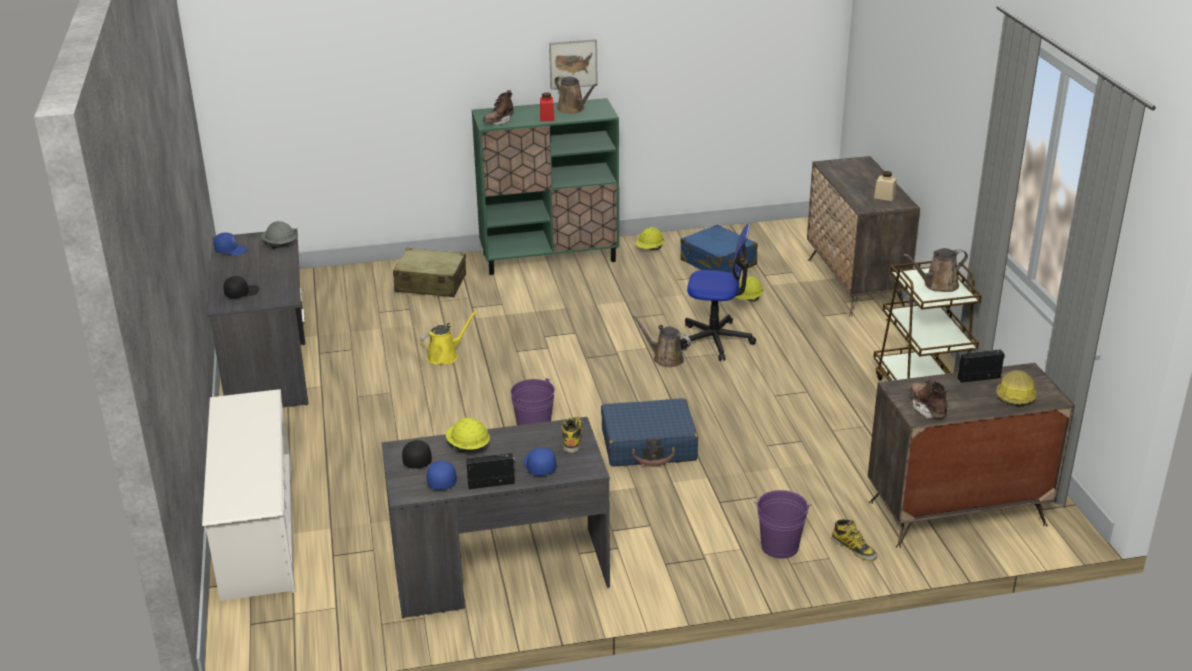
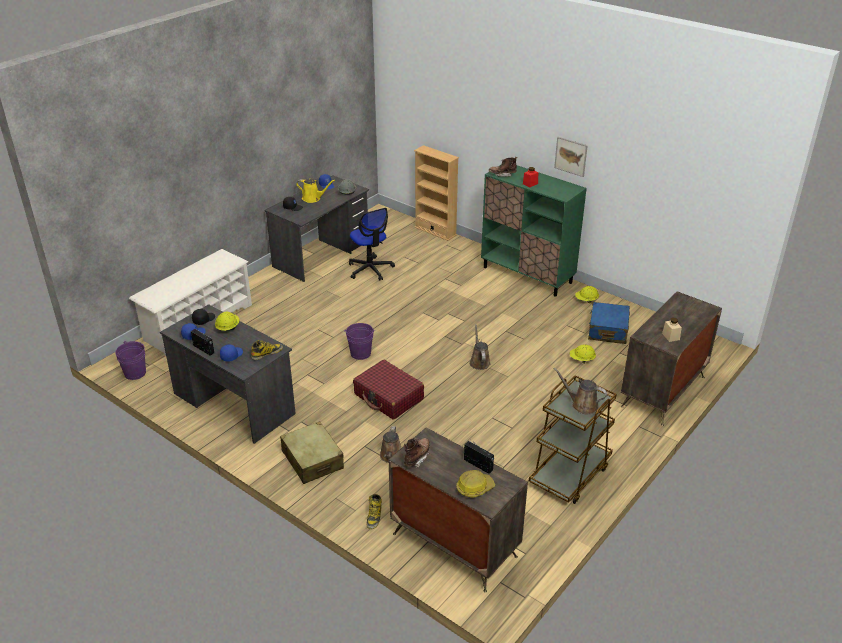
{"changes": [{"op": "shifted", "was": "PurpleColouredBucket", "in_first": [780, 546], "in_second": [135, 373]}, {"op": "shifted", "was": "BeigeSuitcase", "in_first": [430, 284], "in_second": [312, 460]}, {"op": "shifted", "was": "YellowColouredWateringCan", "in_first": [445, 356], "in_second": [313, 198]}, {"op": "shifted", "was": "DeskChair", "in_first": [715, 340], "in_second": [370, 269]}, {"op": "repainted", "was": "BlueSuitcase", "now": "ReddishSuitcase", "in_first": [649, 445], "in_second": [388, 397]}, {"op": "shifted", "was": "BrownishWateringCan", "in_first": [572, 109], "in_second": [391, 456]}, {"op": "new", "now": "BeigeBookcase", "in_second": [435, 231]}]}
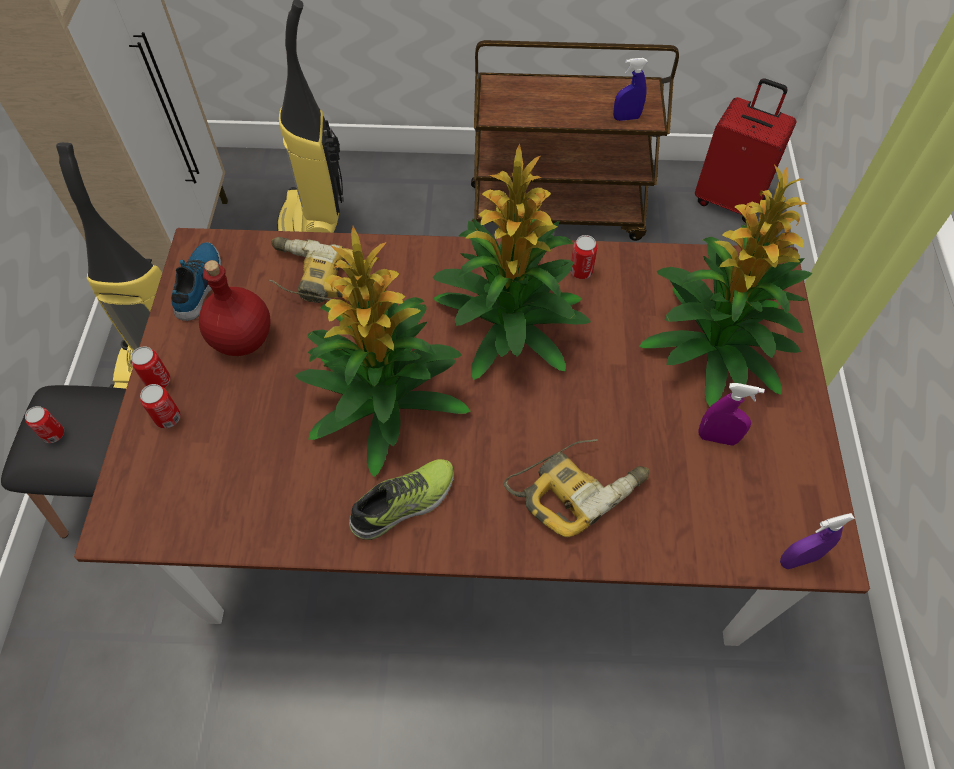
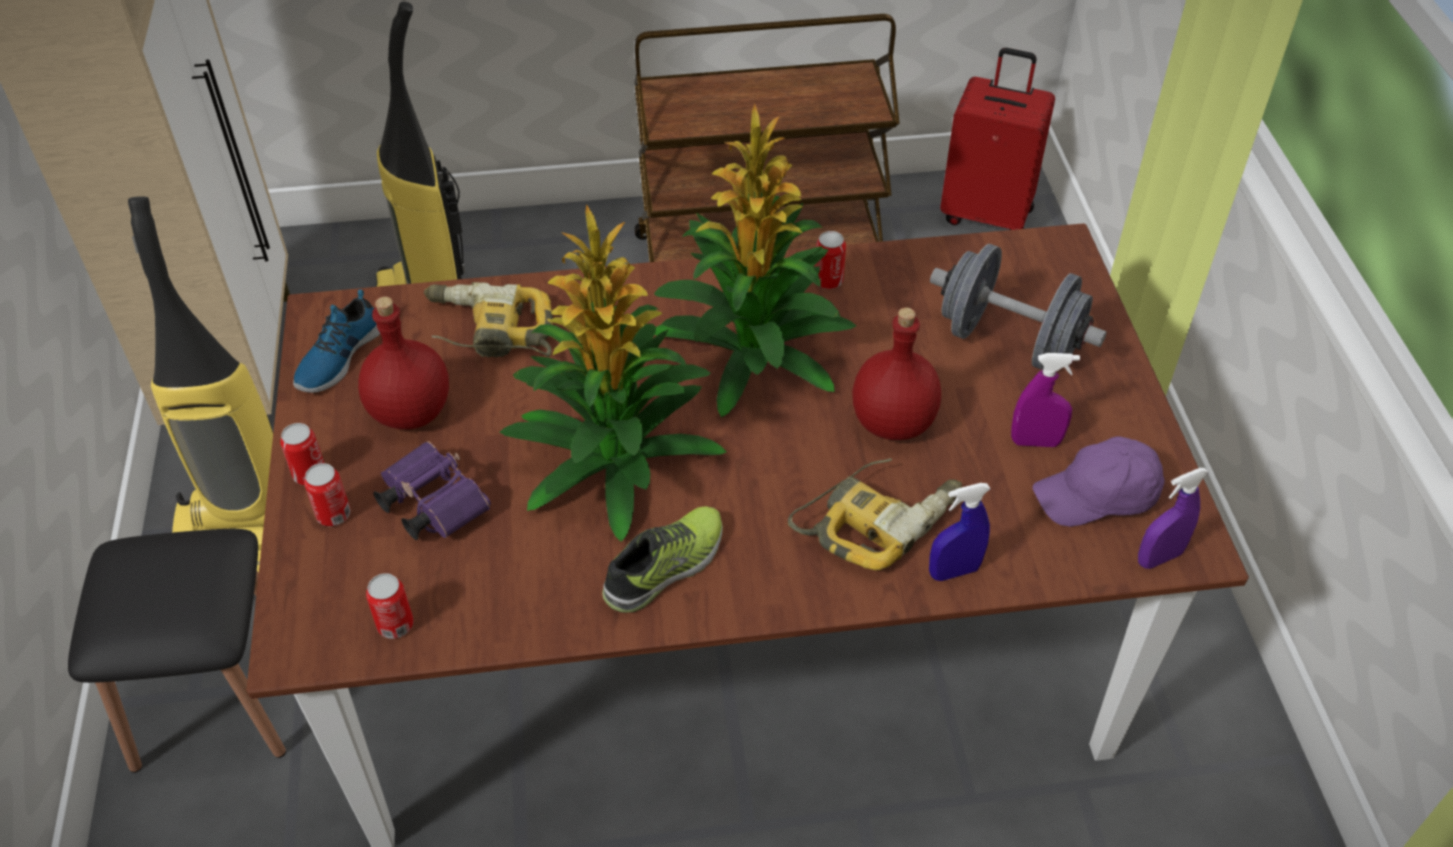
{"changes": [{"op": "rotated", "was": "ItemOfFootwear", "in_first": [200, 285], "in_second": [337, 356], "clockwise": -150}, {"op": "shifted", "was": "MetalCan", "in_first": [53, 434], "in_second": [395, 625]}, {"op": "new", "now": "PurpleColouredPairOfBinoculars", "in_second": [431, 503]}, {"op": "new", "now": "ReddishBeverageBottle", "in_second": [891, 421]}, {"op": "shifted", "was": "BlueSprayer", "in_first": [626, 118], "in_second": [954, 571]}, {"op": "swapped", "was": "PlantInAPot", "now": "GreyHandWeight", "in_first": [713, 344], "in_second": [1009, 341]}, {"op": "new", "now": "PurpleColouredPeakedCap", "in_second": [1098, 496]}]}
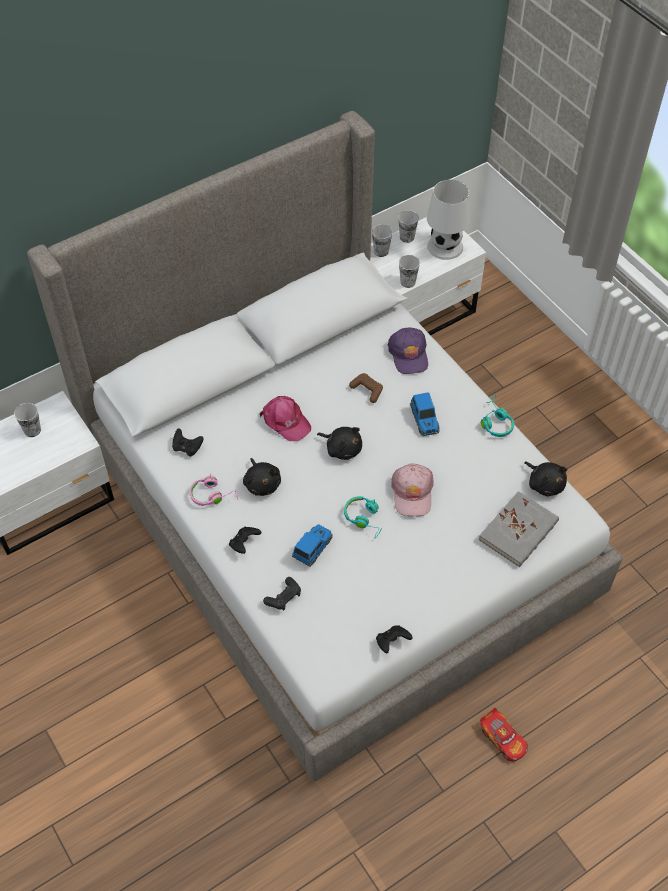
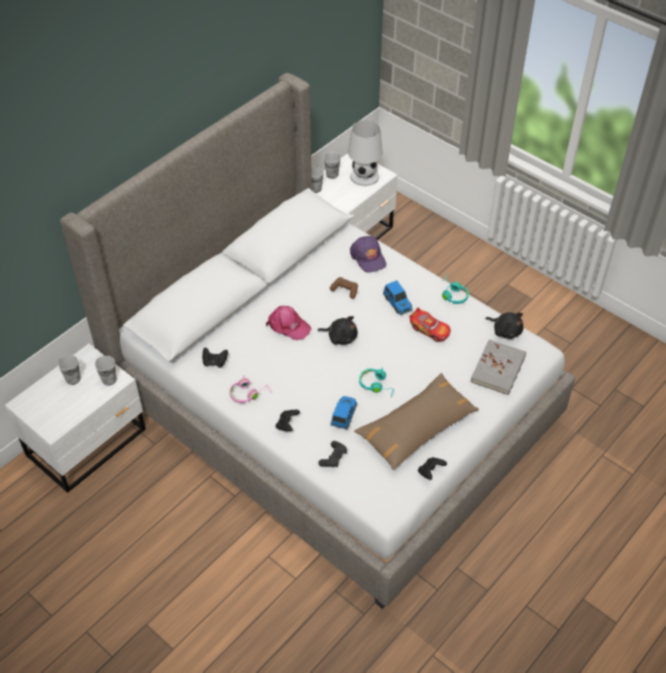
{"changes": [{"op": "shifted", "was": "SmallCup", "in_first": [407, 282], "in_second": [109, 380]}, {"op": "new", "now": "BrownishPillow", "in_second": [417, 428]}, {"op": "shifted", "was": "MiniatureCar", "in_first": [503, 739], "in_second": [430, 329]}, {"op": "gone", "was": "BlackPlushToy", "in_first": [262, 483]}, {"op": "gone", "was": "PinkPeakedCap", "in_first": [412, 493]}]}
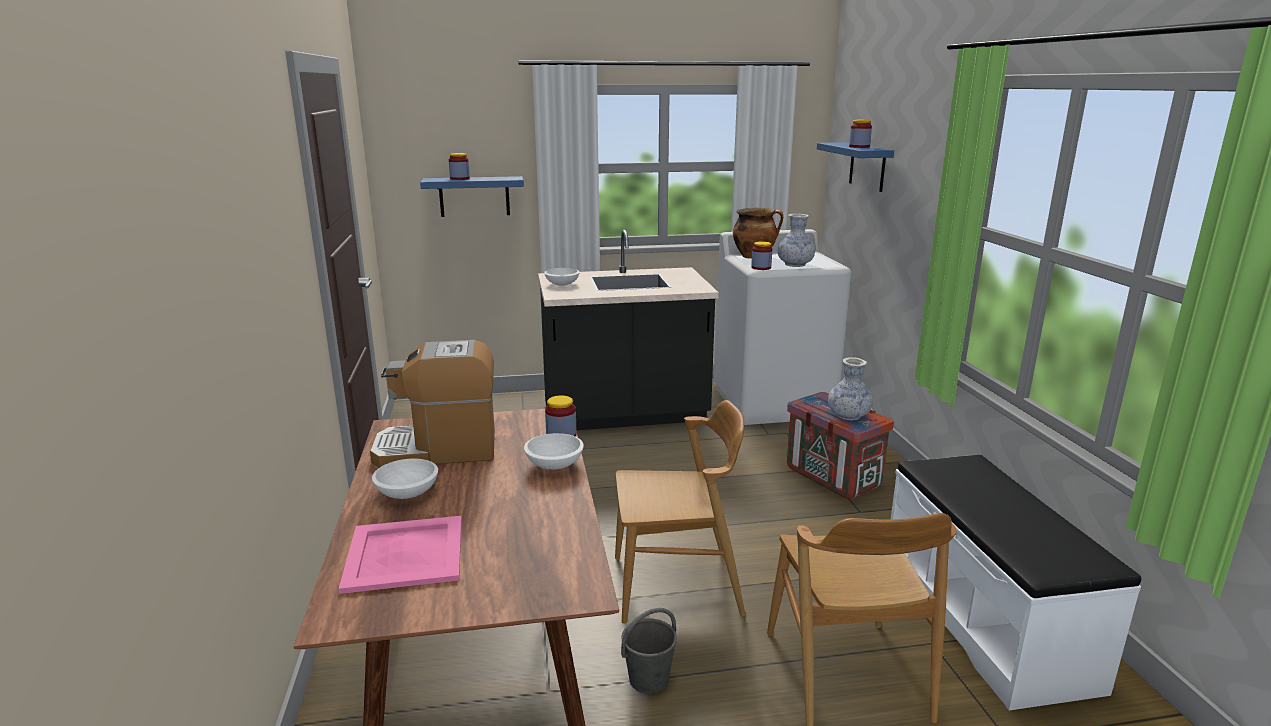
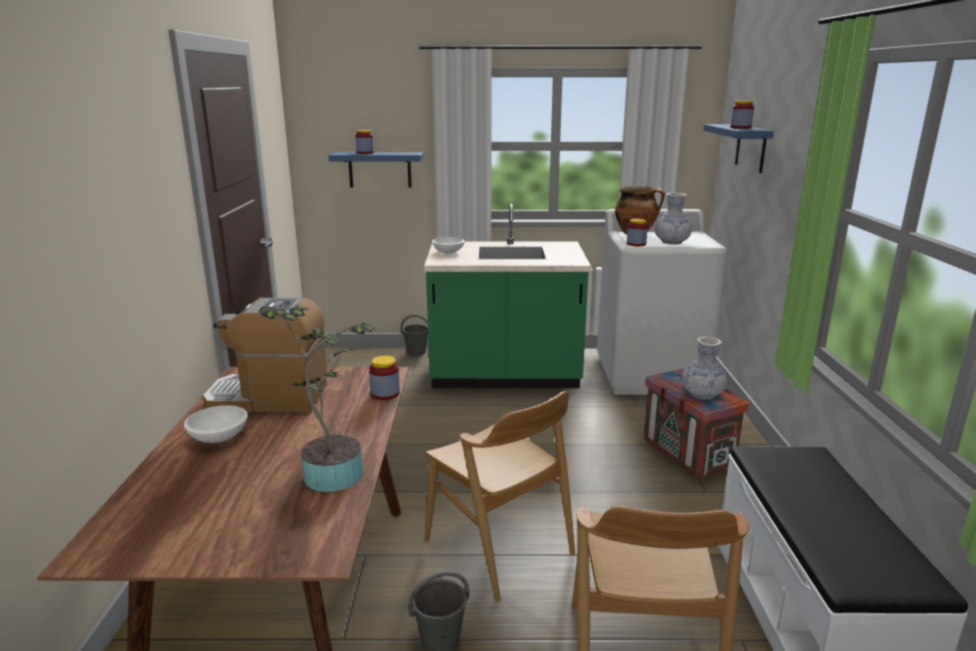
{"changes": [{"op": "new", "now": "PlantInAPot", "in_second": [332, 471]}, {"op": "new", "now": "GreyBucket", "in_second": [416, 352]}, {"op": "repainted", "was": "BlackCounter", "now": "GreenCounter", "in_first": [624, 414], "in_second": [505, 375]}, {"op": "rotated", "was": "BrownishChair", "in_first": [677, 586], "in_second": [499, 547], "clockwise": 45}, {"op": "gone", "was": "PinkCarryingTray", "in_first": [406, 554]}, {"op": "gone", "was": "WhitishServingBowl", "in_first": [555, 465]}]}
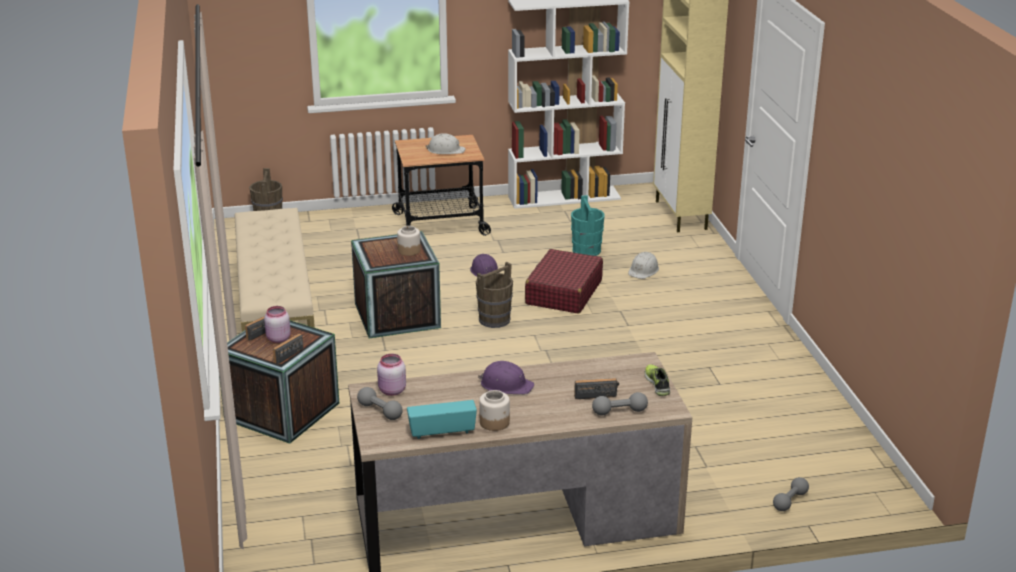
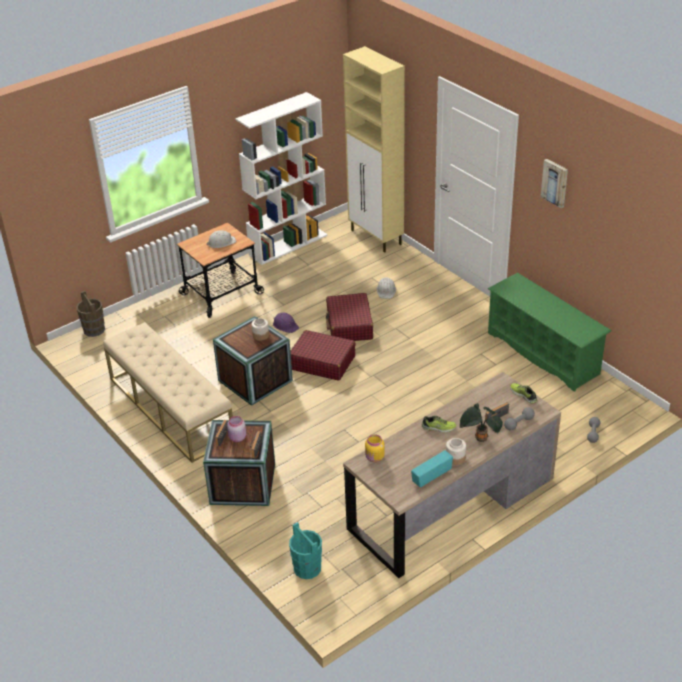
{"changes": [{"op": "shifted", "was": "TurquoiseColouredBucket", "in_first": [586, 251], "in_second": [307, 568]}, {"op": "swapped", "was": "BrownishBucket", "now": "ReddishSuitcase", "in_first": [494, 320], "in_second": [322, 362]}, {"op": "repainted", "was": "PinkStorageJar", "now": "YellowColouredStorageJar", "in_first": [391, 391], "in_second": [374, 458]}, {"op": "swapped", "was": "PurpleColouredHardHat", "now": "ItemOfFootwear", "in_first": [506, 385], "in_second": [438, 428]}, {"op": "new", "now": "PlantInAPot", "in_second": [479, 439]}, {"op": "new", "now": "GreenShoeStand", "in_second": [543, 353]}, {"op": "new", "now": "WallArt", "in_second": [555, 182]}, {"op": "gone", "was": "GreyHandWeight", "in_first": [380, 411]}]}
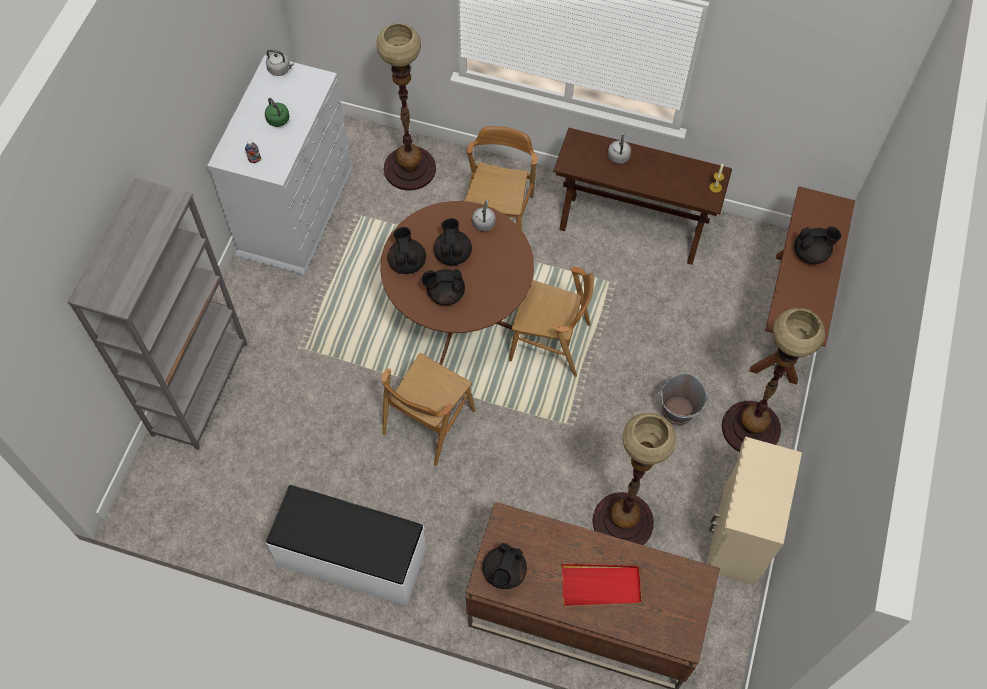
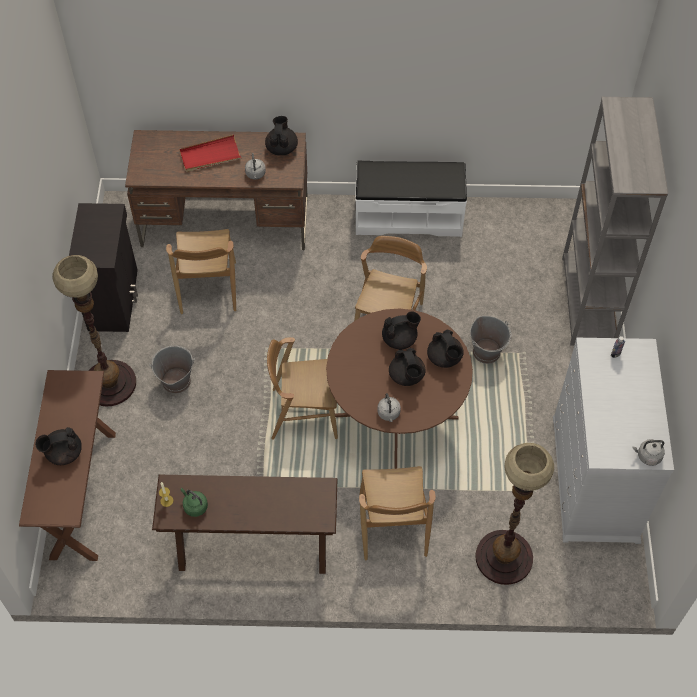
{"changes": [{"op": "repainted", "was": "BeigeCupboard", "now": "BlackCupboard", "in_first": [737, 535], "in_second": [114, 299]}, {"op": "swapped", "was": "StandingLamp", "now": "BrownishChair", "in_first": [623, 521], "in_second": [208, 288]}, {"op": "shifted", "was": "GreenTeaKettle", "in_first": [279, 121], "in_second": [194, 506]}, {"op": "shifted", "was": "GreyTeaKettle", "in_first": [618, 155], "in_second": [255, 174]}, {"op": "new", "now": "GreyBucket", "in_second": [487, 352]}]}
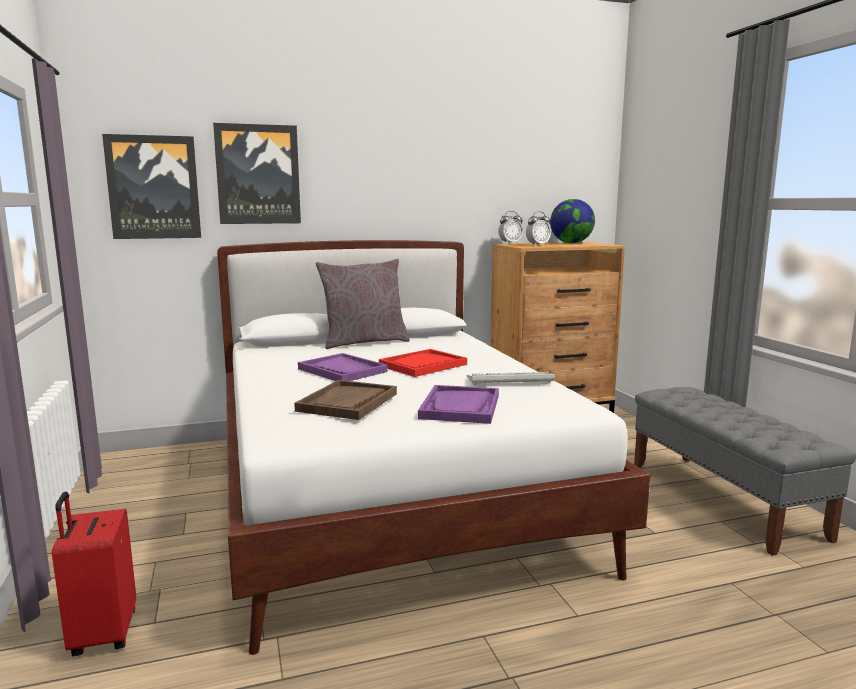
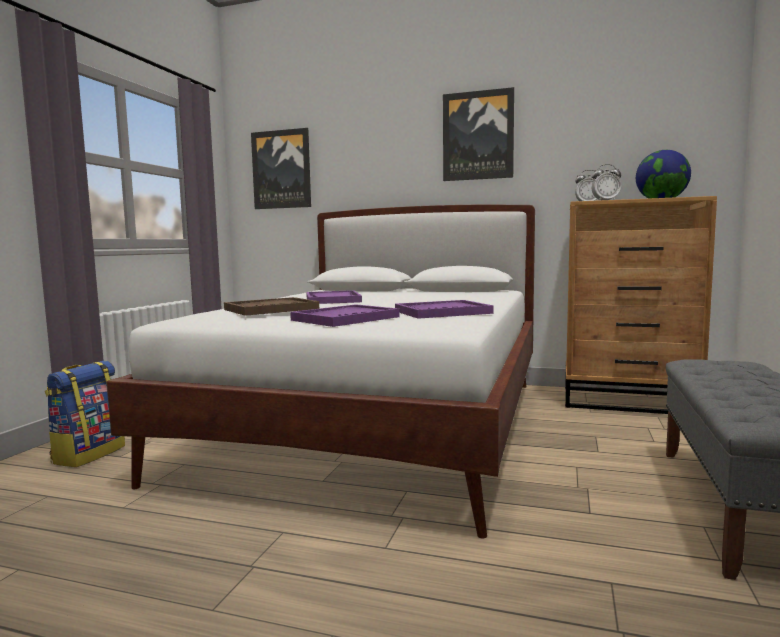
{"changes": [{"op": "swapped", "was": "ReddishSuitcase", "now": "Rucksack", "in_first": [102, 635], "in_second": [88, 454]}, {"op": "swapped", "was": "Keyboard", "now": "PurpleColouredCarryingTray", "in_first": [508, 381], "in_second": [442, 312]}, {"op": "shifted", "was": "WallArt", "in_first": [258, 174], "in_second": [478, 136]}, {"op": "gone", "was": "GreyPillow", "in_first": [364, 342]}, {"op": "gone", "was": "ReddishCarryingTray", "in_first": [423, 365]}]}
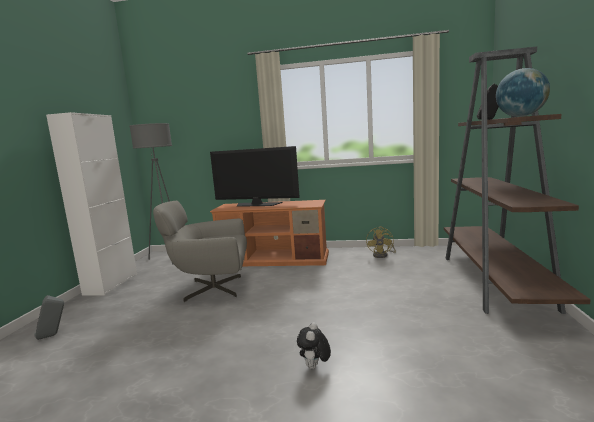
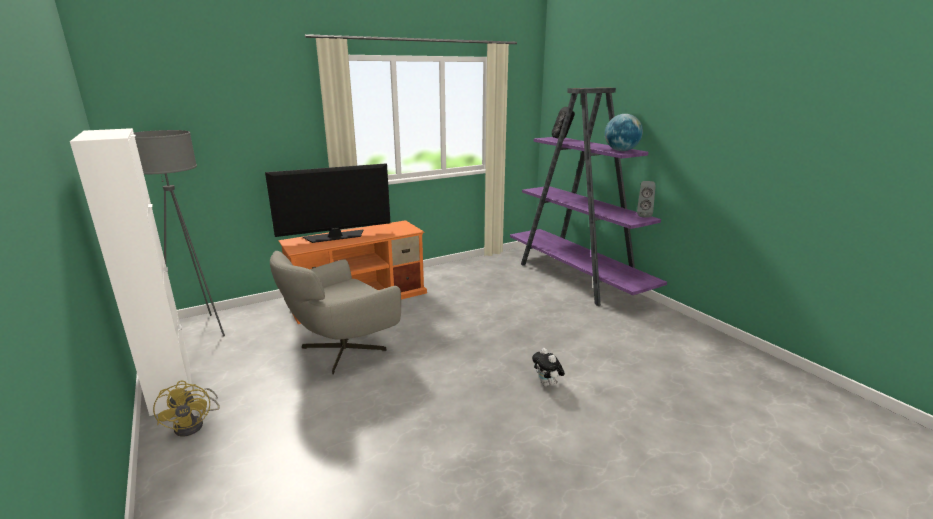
{"changes": [{"op": "shifted", "was": "YellowColouredCoolingFan", "in_first": [383, 255], "in_second": [195, 424]}, {"op": "repainted", "was": "BrownishBookcase", "now": "PurpleColouredBookcase", "in_first": [495, 282], "in_second": [577, 279]}, {"op": "shifted", "was": "GreySpeaker", "in_first": [53, 335], "in_second": [643, 216]}]}
